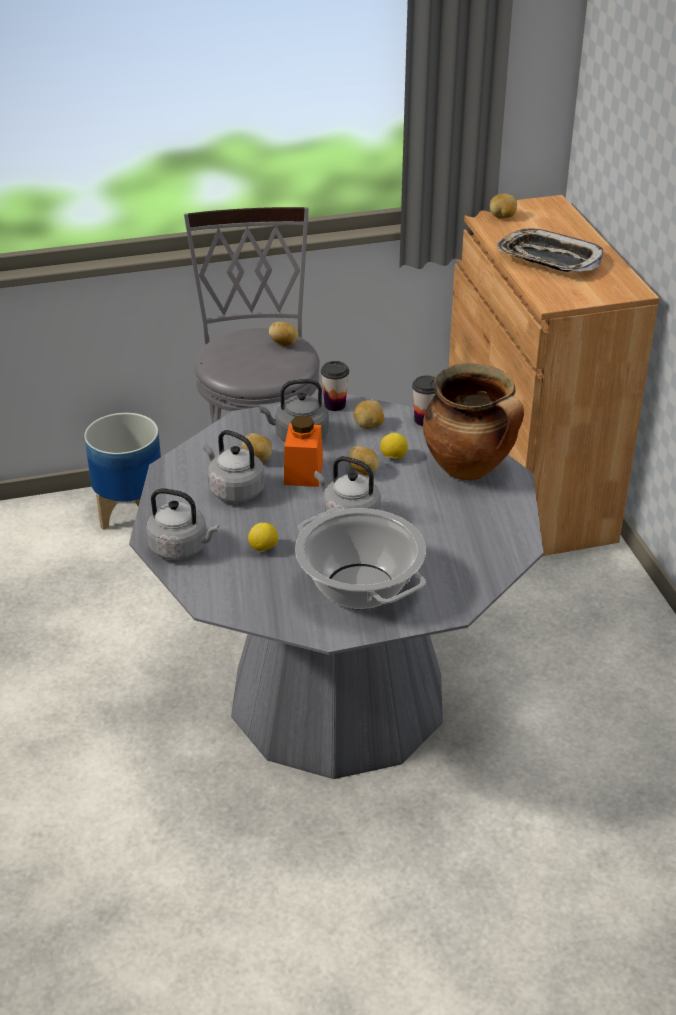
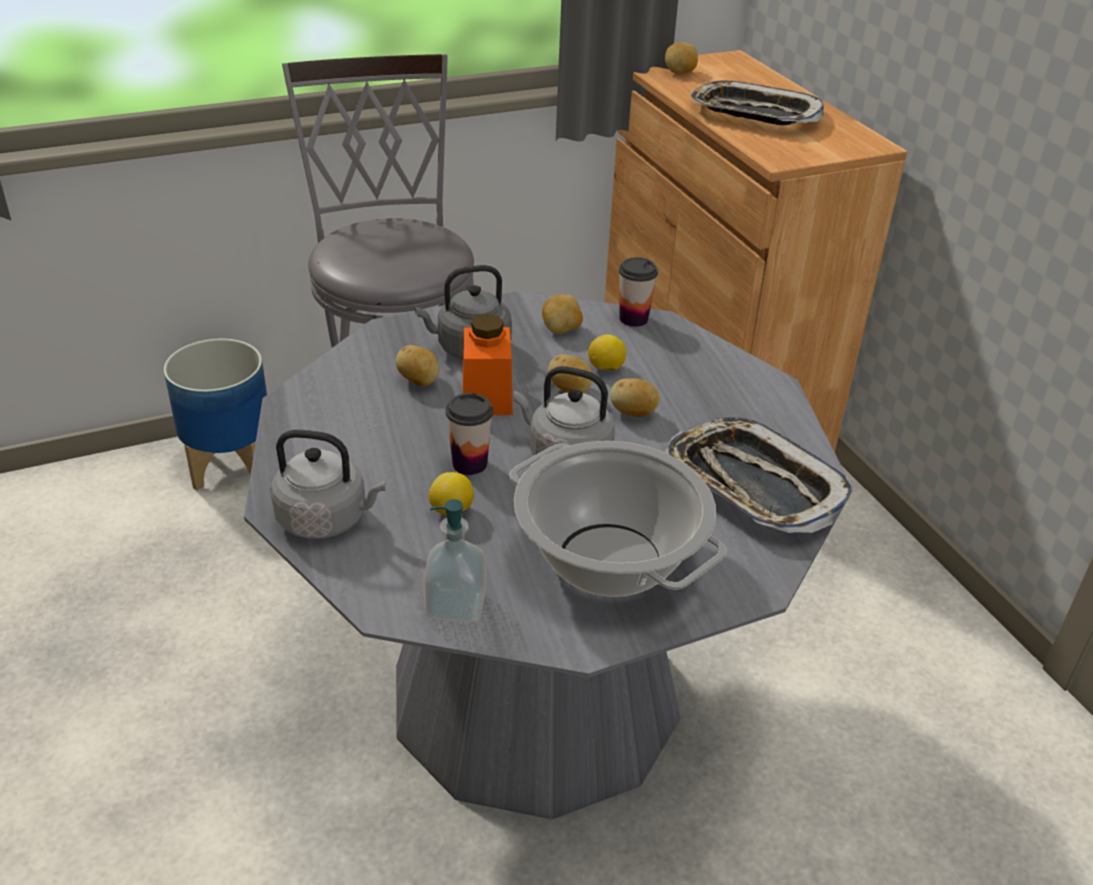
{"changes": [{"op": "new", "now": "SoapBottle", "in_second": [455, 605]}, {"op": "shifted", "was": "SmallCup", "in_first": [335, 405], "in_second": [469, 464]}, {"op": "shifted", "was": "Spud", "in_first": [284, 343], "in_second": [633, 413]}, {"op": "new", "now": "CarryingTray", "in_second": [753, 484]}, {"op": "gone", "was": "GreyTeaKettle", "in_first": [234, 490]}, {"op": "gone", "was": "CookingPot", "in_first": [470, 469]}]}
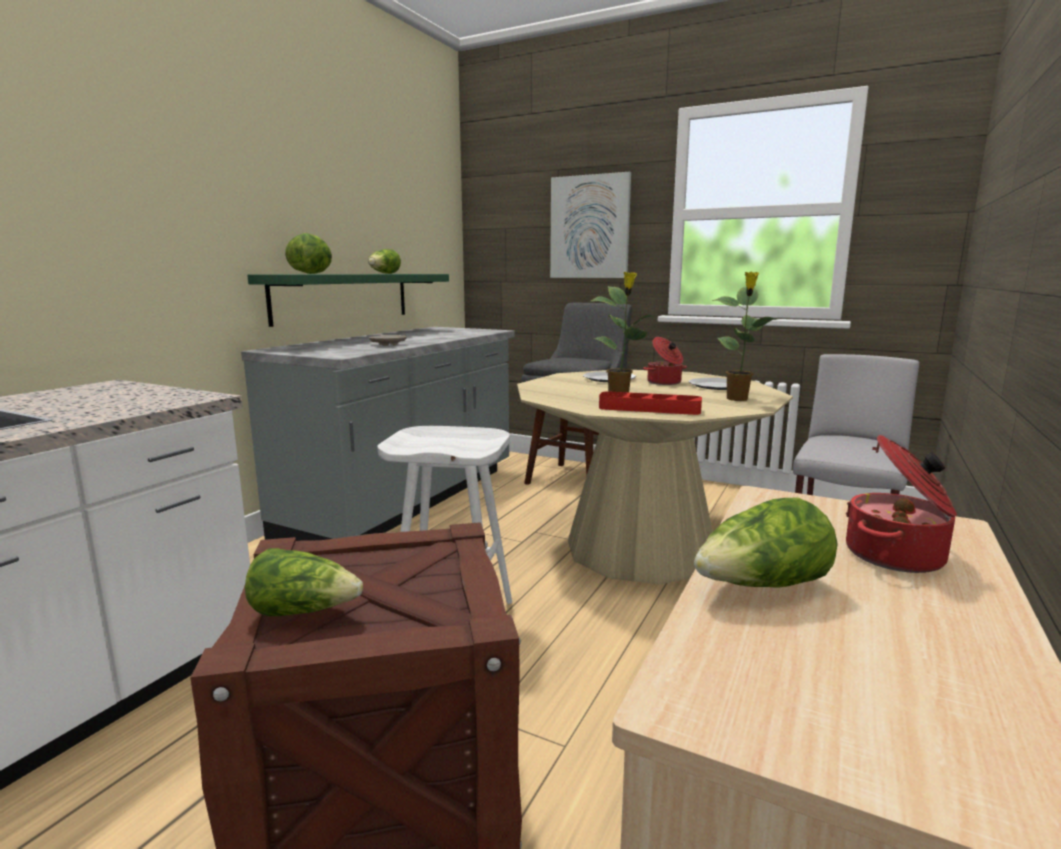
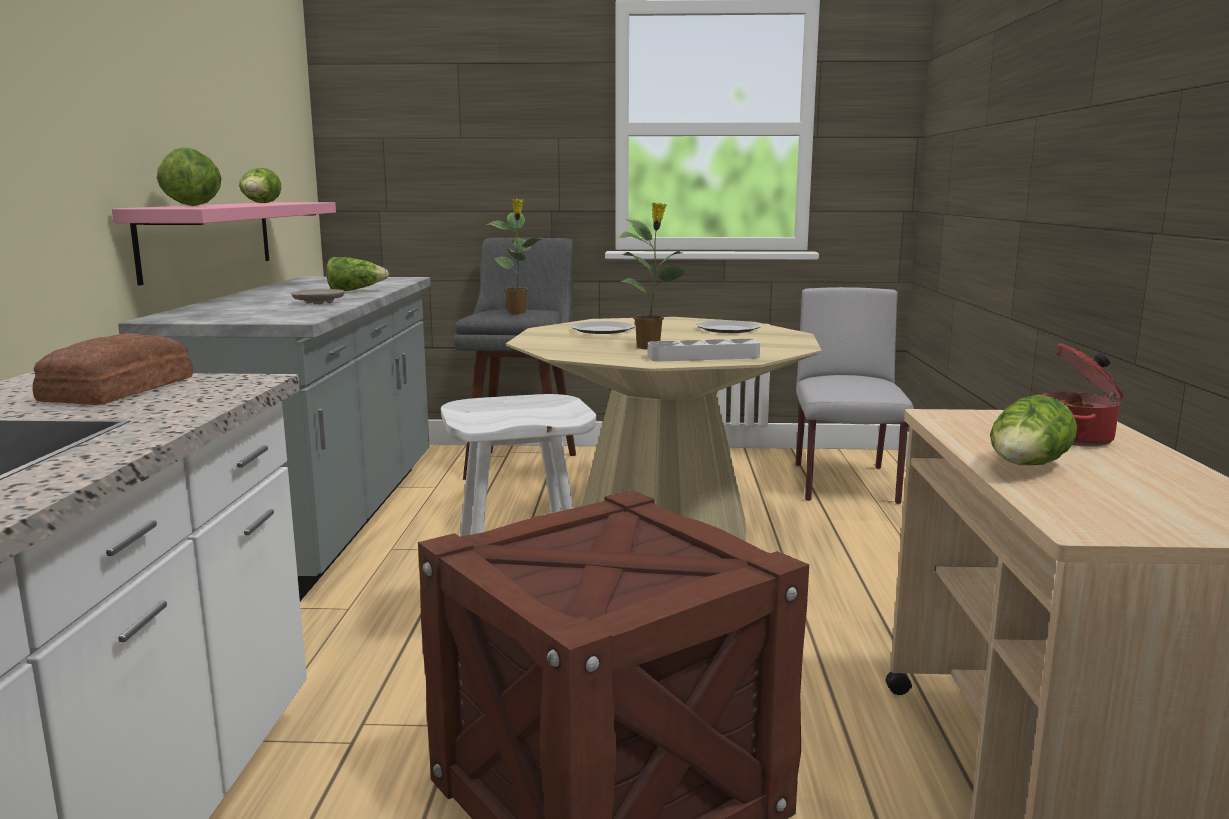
{"changes": [{"op": "new", "now": "BakeryBread", "in_second": [115, 390]}, {"op": "repainted", "was": "GreenWallShelf", "now": "PinkWallShelf", "in_first": [343, 297], "in_second": [208, 238]}, {"op": "shifted", "was": "Lettuce", "in_first": [304, 611], "in_second": [355, 291]}, {"op": "shifted", "was": "PlantInAPot", "in_first": [738, 399], "in_second": [517, 312]}, {"op": "repainted", "was": "ReddishCarryingTray", "now": "GreyCarryingTray", "in_first": [649, 409], "in_second": [703, 357]}, {"op": "gone", "was": "WallArt", "in_first": [590, 227]}, {"op": "gone", "was": "CookingPot", "in_first": [664, 382]}]}
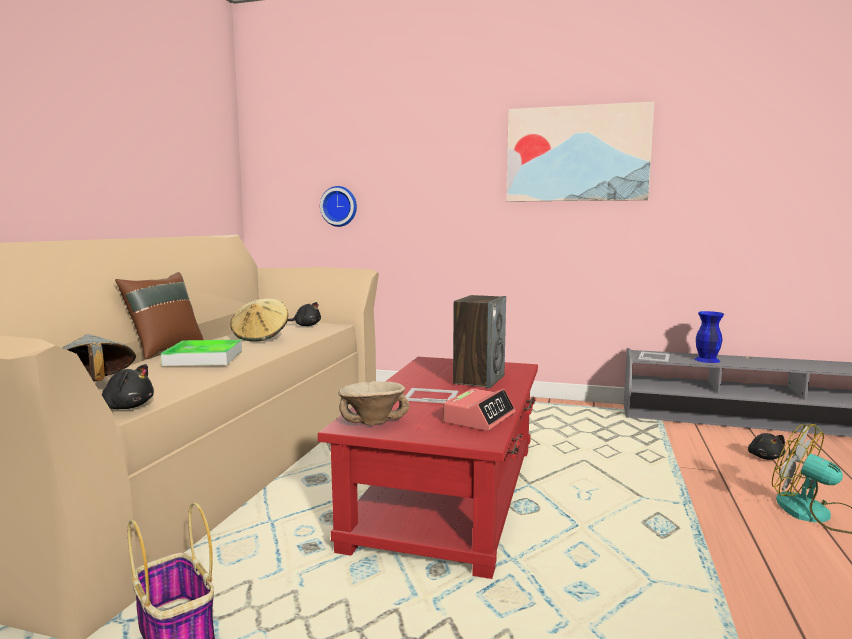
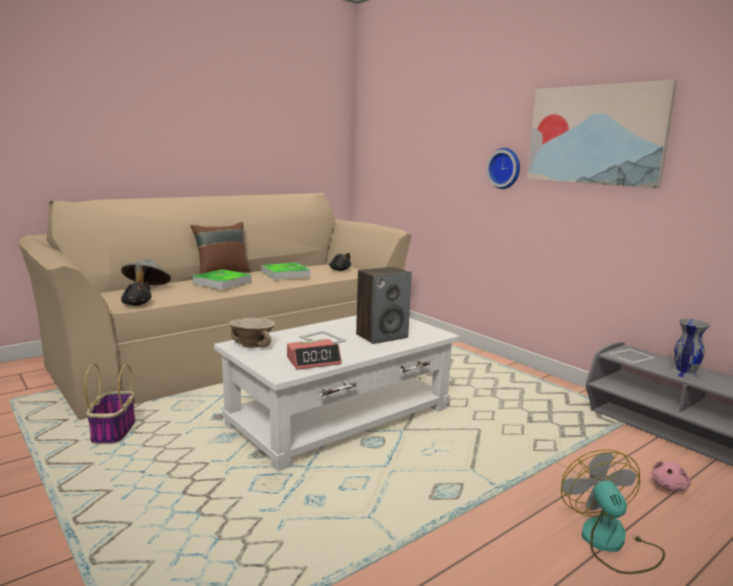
{"changes": [{"op": "repainted", "was": "ReddishLoungeTable", "now": "WhitishLoungeTable", "in_first": [449, 493], "in_second": [341, 417]}, {"op": "swapped", "was": "BeigeClothingHat", "now": "CarryingTray", "in_first": [261, 337], "in_second": [285, 274]}, {"op": "shifted", "was": "WallClock", "in_first": [339, 206], "in_second": [505, 168]}, {"op": "repainted", "was": "BlackPlushToy", "now": "PinkPlushToy", "in_first": [765, 457], "in_second": [669, 487]}, {"op": "repainted", "was": "BlueVase", "now": "GreyVase", "in_first": [706, 360], "in_second": [684, 373]}]}
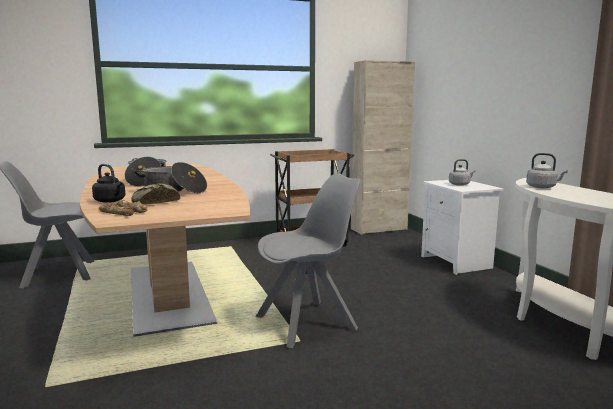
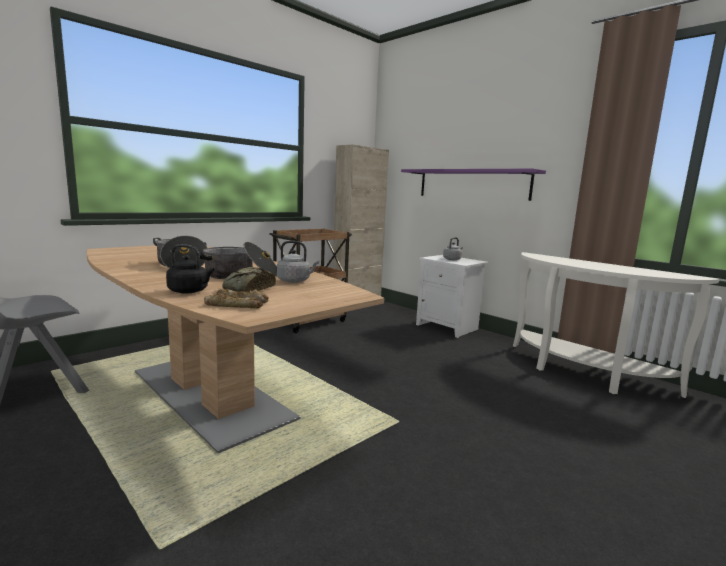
{"changes": [{"op": "shifted", "was": "GreyTeaKettle", "in_first": [542, 187], "in_second": [295, 281]}, {"op": "new", "now": "PurpleColouredWallShelf", "in_second": [472, 184]}, {"op": "gone", "was": "GreyChair", "in_first": [308, 322]}]}
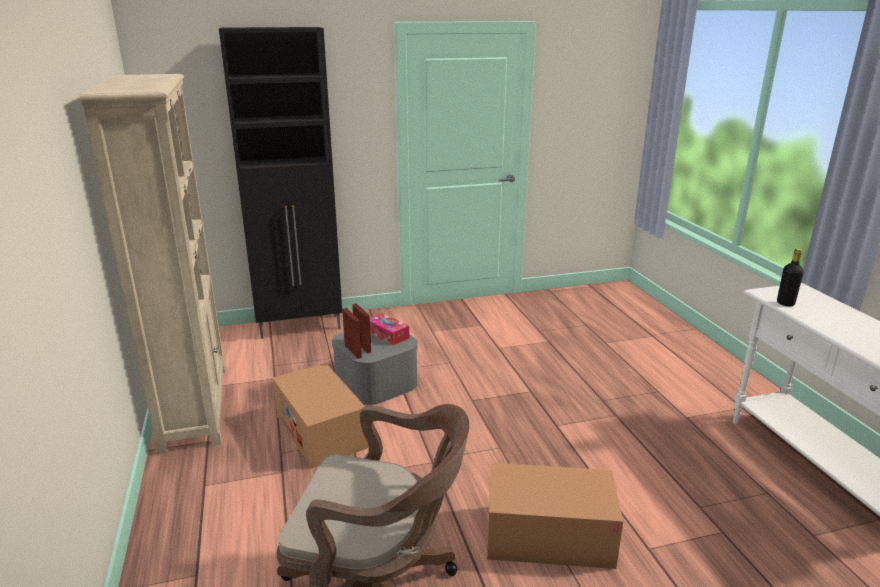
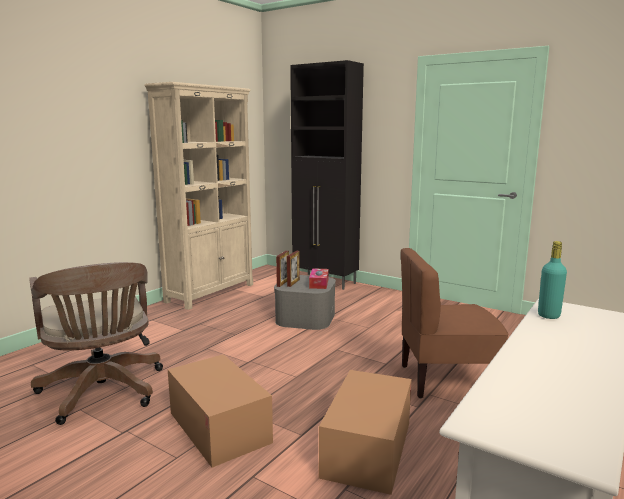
{"changes": [{"op": "shifted", "was": "Carton", "in_first": [321, 431], "in_second": [367, 449]}, {"op": "new", "now": "BrownishChair", "in_second": [446, 380]}, {"op": "repainted", "was": "BlackBeverageBottle", "now": "TurquoiseColouredBeverageBottle", "in_first": [785, 303], "in_second": [548, 315]}]}
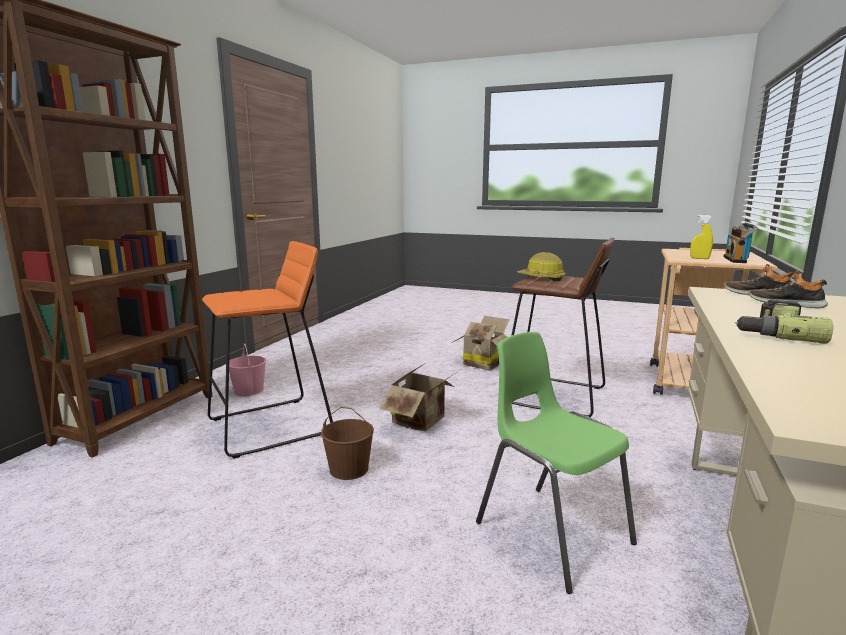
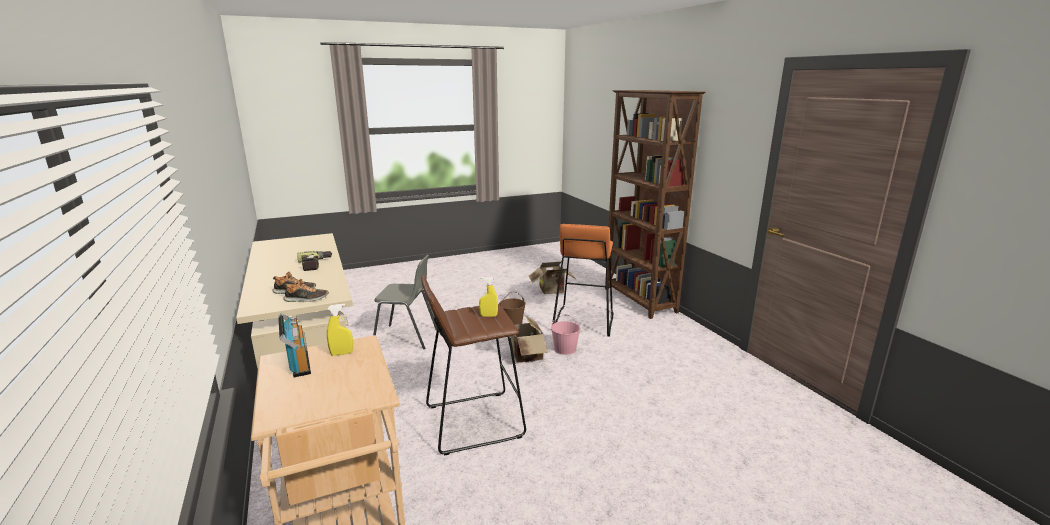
{"changes": [{"op": "repainted", "was": "GreenChair", "now": "GreyChair", "in_first": [551, 532], "in_second": [406, 337]}, {"op": "swapped", "was": "HardHat", "now": "YellowColouredSprayer", "in_first": [541, 278], "in_second": [488, 316]}, {"op": "shifted", "was": "Carton", "in_first": [483, 363], "in_second": [553, 291]}, {"op": "shifted", "was": "PinkBucket", "in_first": [248, 390], "in_second": [565, 349]}]}
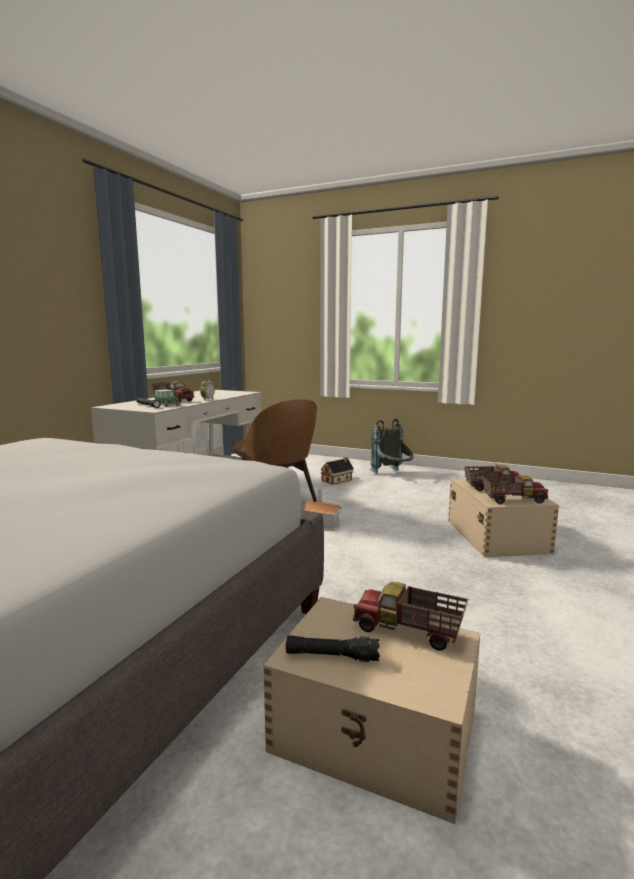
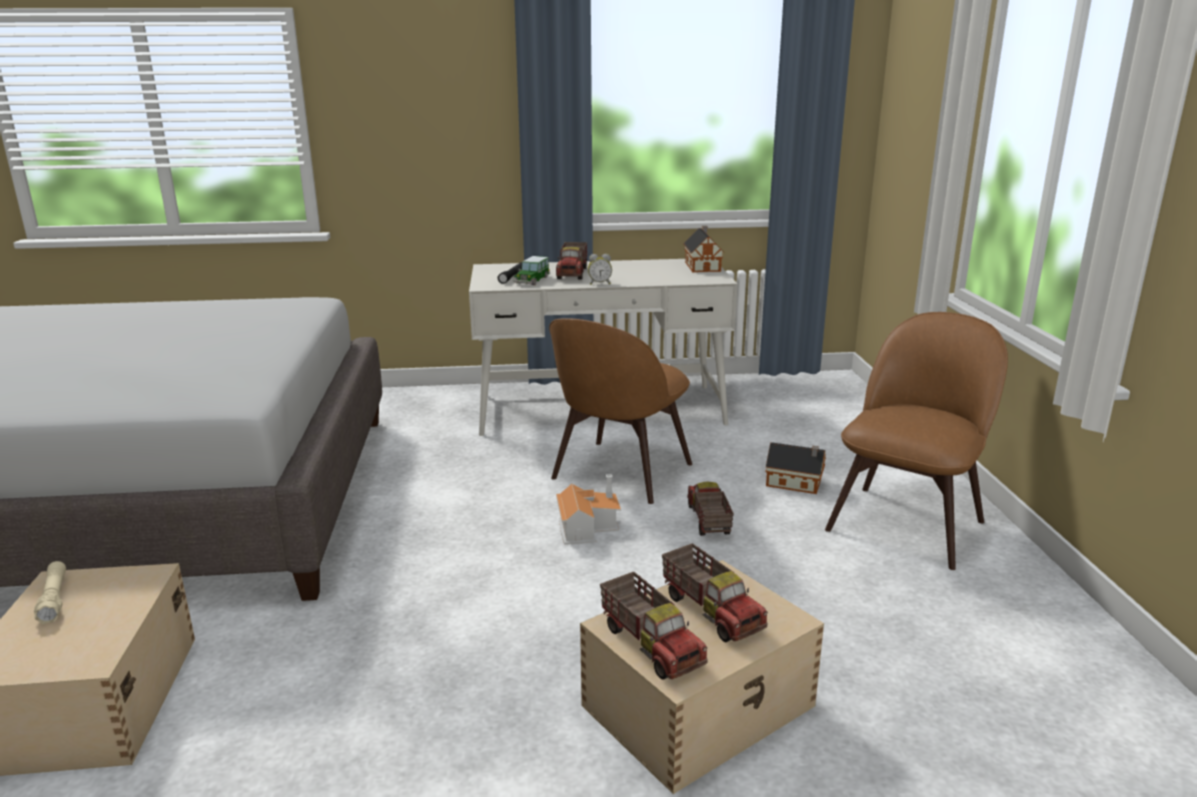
{"changes": [{"op": "repainted", "was": "BlackHandTorch", "now": "BeigeHandTorch", "in_first": [332, 656], "in_second": [54, 599]}, {"op": "new", "now": "ToyHouse", "in_second": [702, 266]}, {"op": "shifted", "was": "ToyTruck", "in_first": [408, 632], "in_second": [708, 521]}, {"op": "swapped", "was": "GreyRucksack", "now": "BrownishChair", "in_first": [392, 475], "in_second": [907, 522]}]}
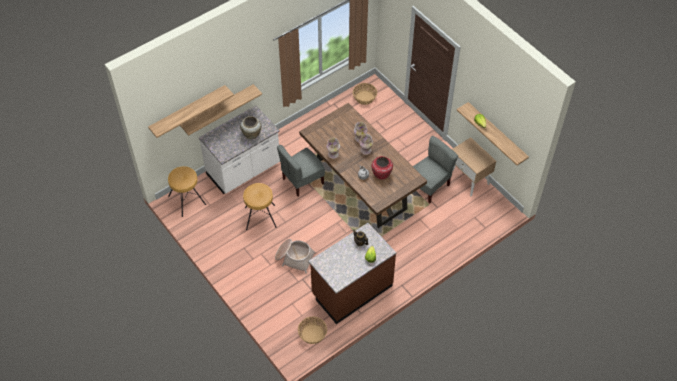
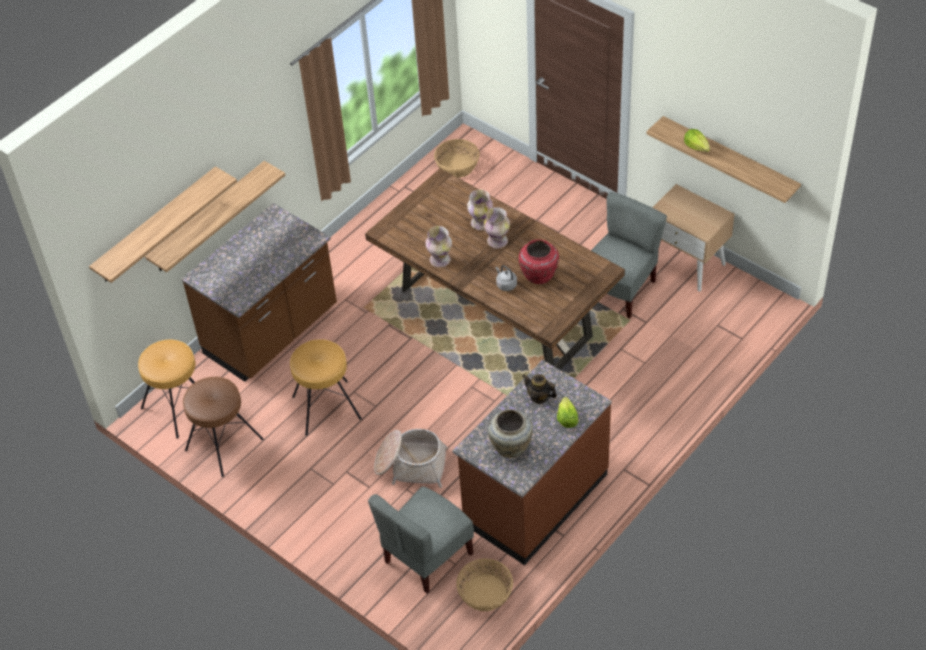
{"changes": [{"op": "repainted", "was": "WhitishCounter", "now": "BrownishCounter", "in_first": [244, 170], "in_second": [272, 332]}, {"op": "new", "now": "BrownishSittingStool", "in_second": [223, 444]}, {"op": "shifted", "was": "GreyChair", "in_first": [302, 181], "in_second": [427, 557]}, {"op": "shifted", "was": "BeigeVase", "in_first": [252, 134], "in_second": [511, 446]}]}
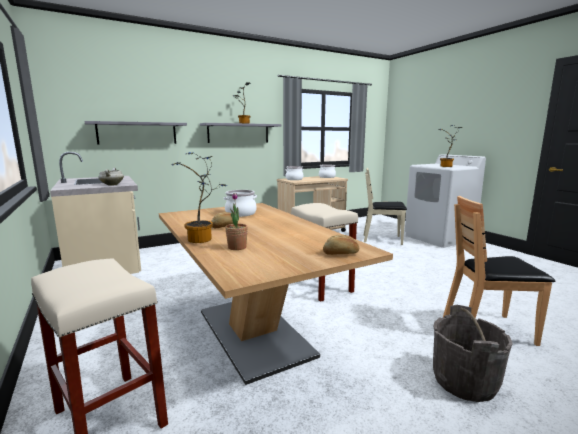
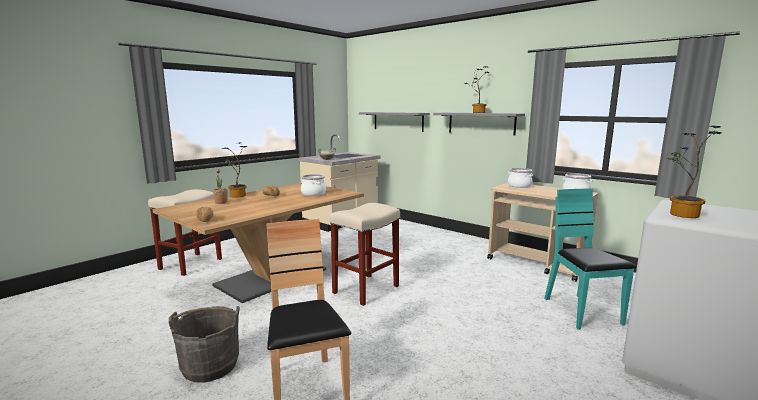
{"changes": [{"op": "repainted", "was": "BeigeChair", "now": "TurquoiseColouredChair", "in_first": [382, 239], "in_second": [581, 312]}]}
